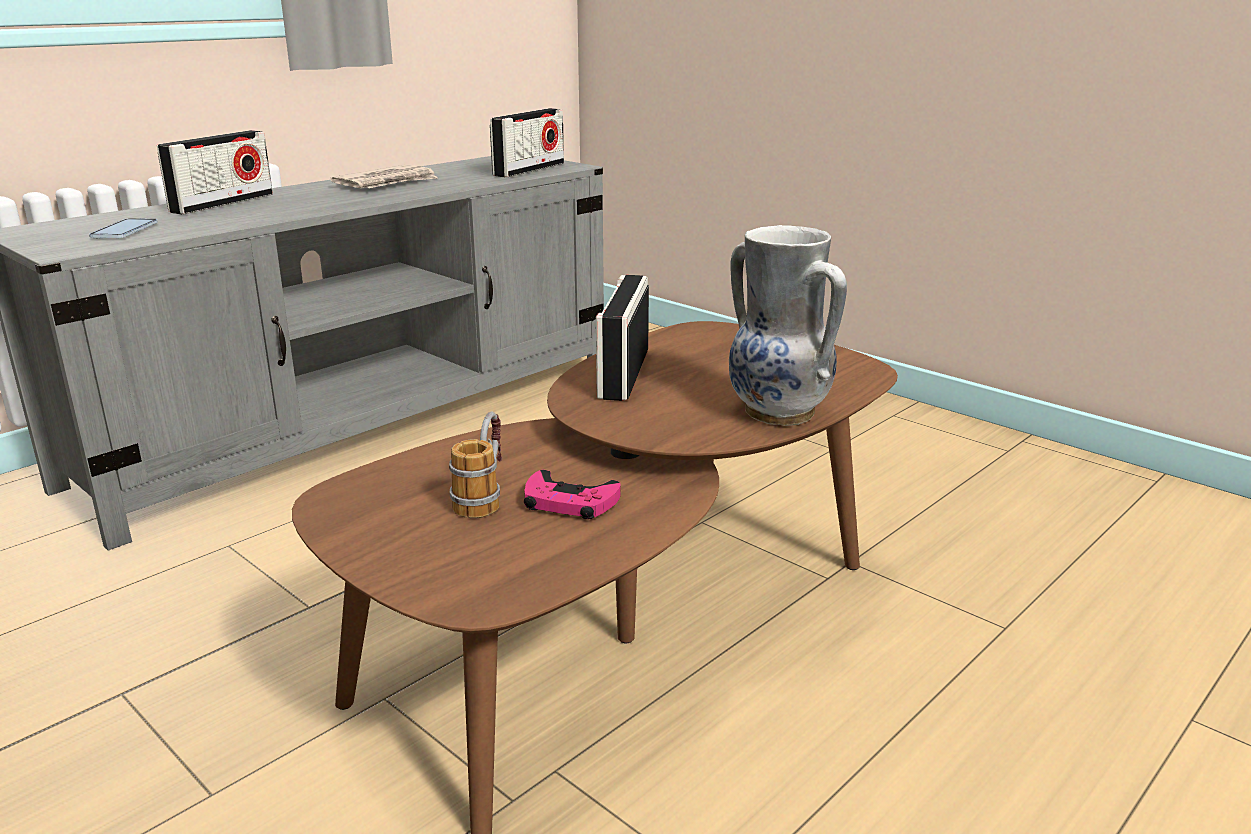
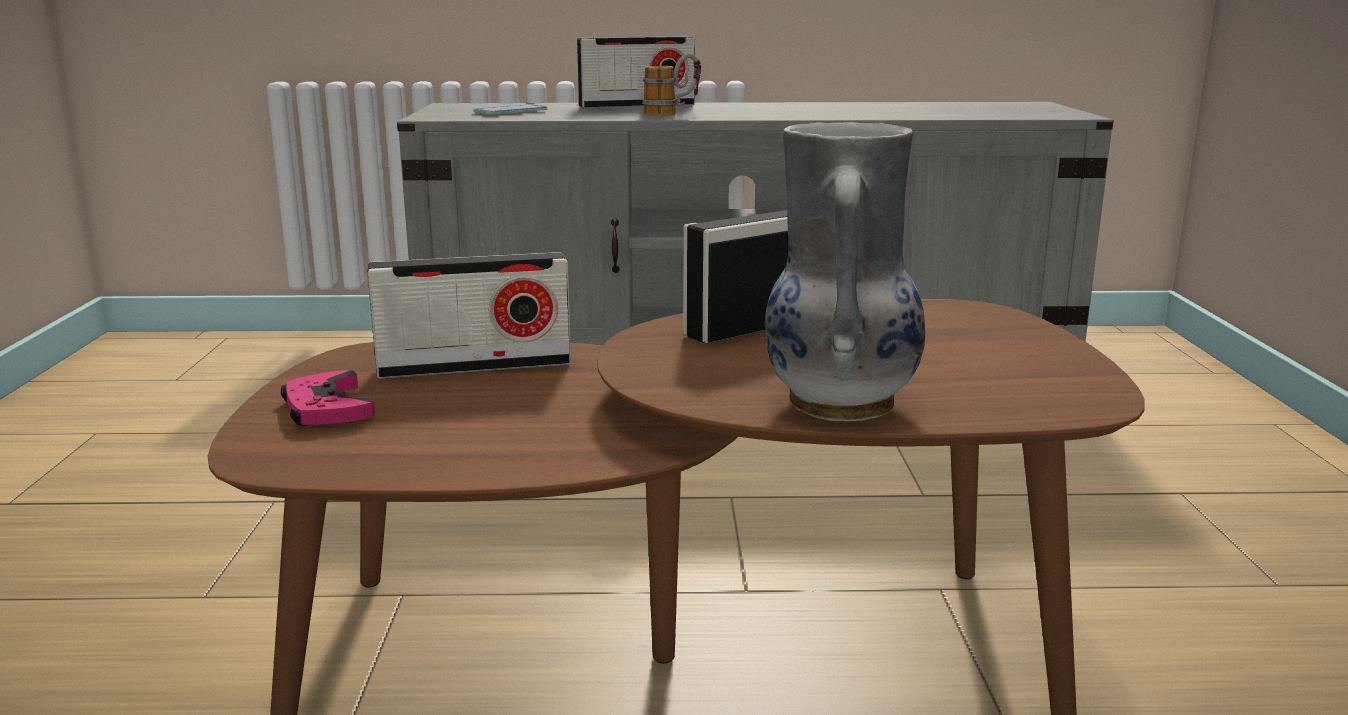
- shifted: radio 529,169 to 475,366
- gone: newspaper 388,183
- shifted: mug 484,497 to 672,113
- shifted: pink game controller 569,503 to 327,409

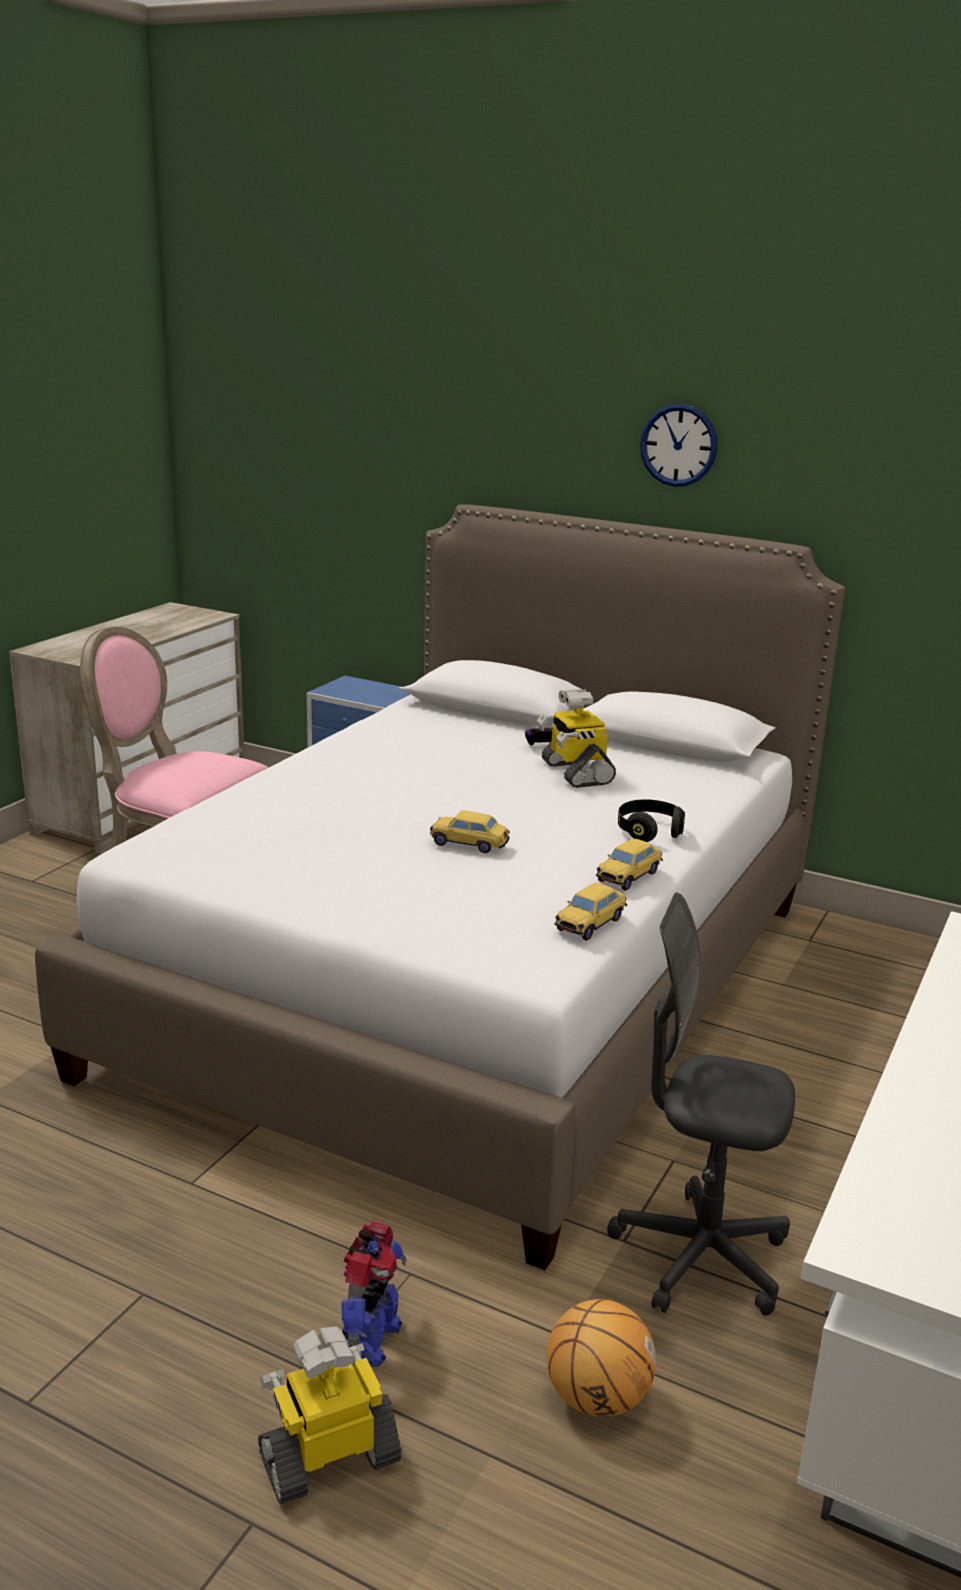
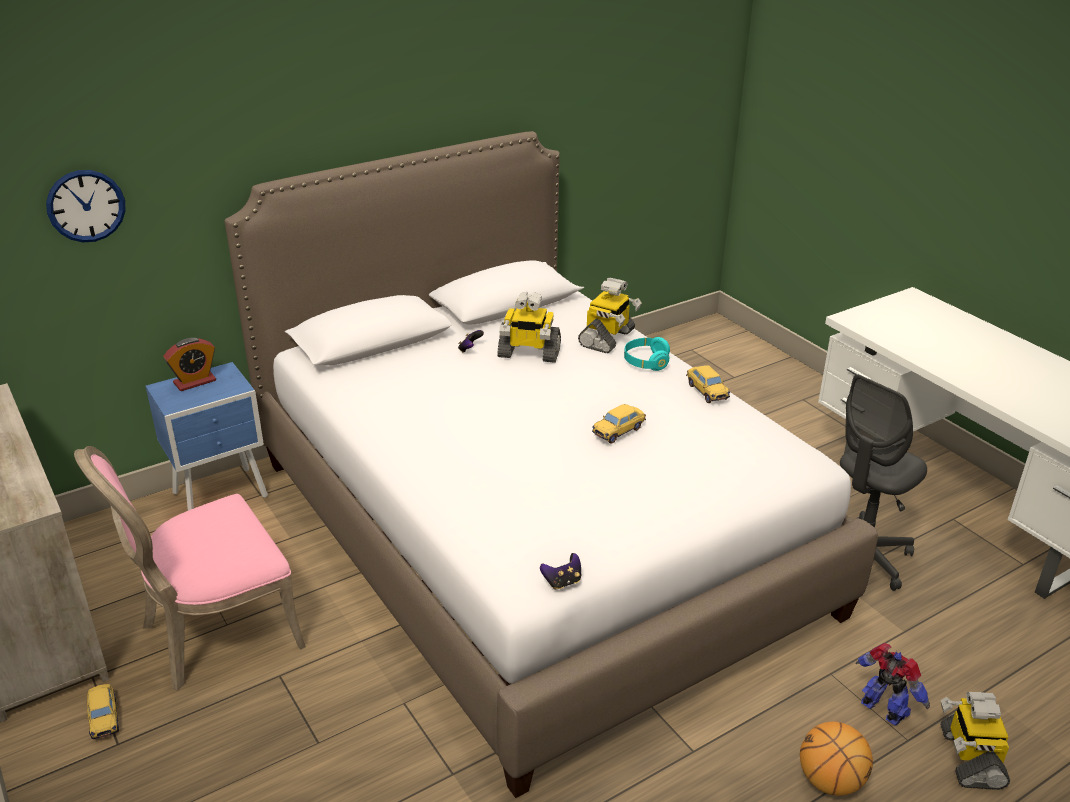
- shifted: wall clock 678,445 to 86,206
- repainted: black headphones 649,832 to turquoise headphones 646,362
- shifted: toy car 590,924 to 104,718
- shifted: basketball 596,1398 to 830,781
- new: toy robot 607,338
- new: alarm clock 195,382
- new: game controller 562,582

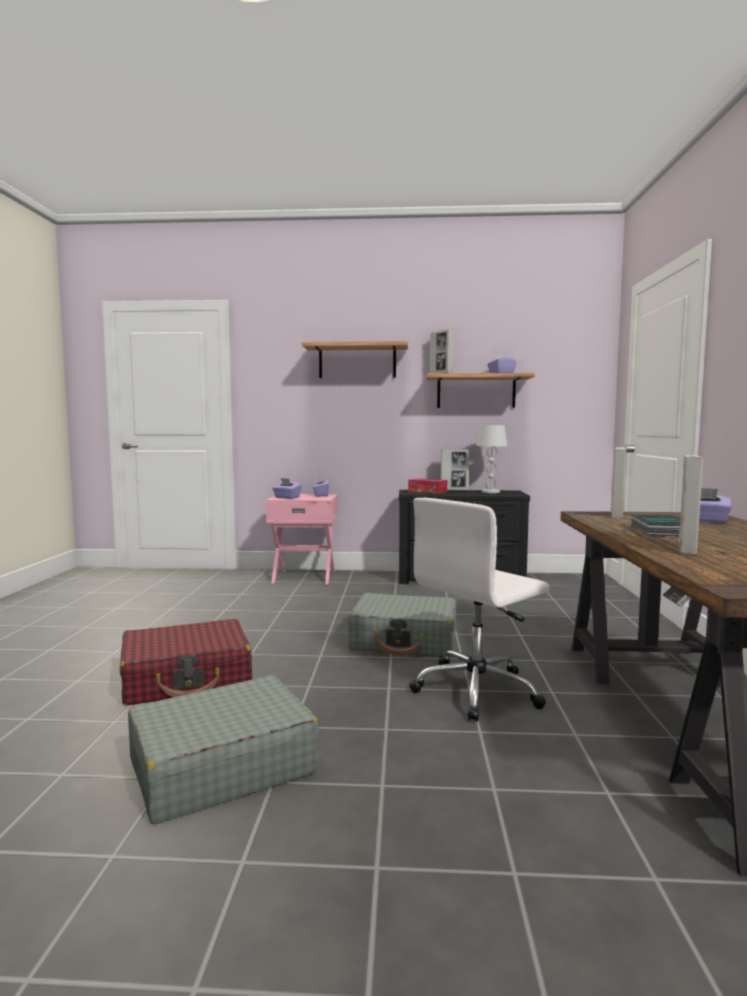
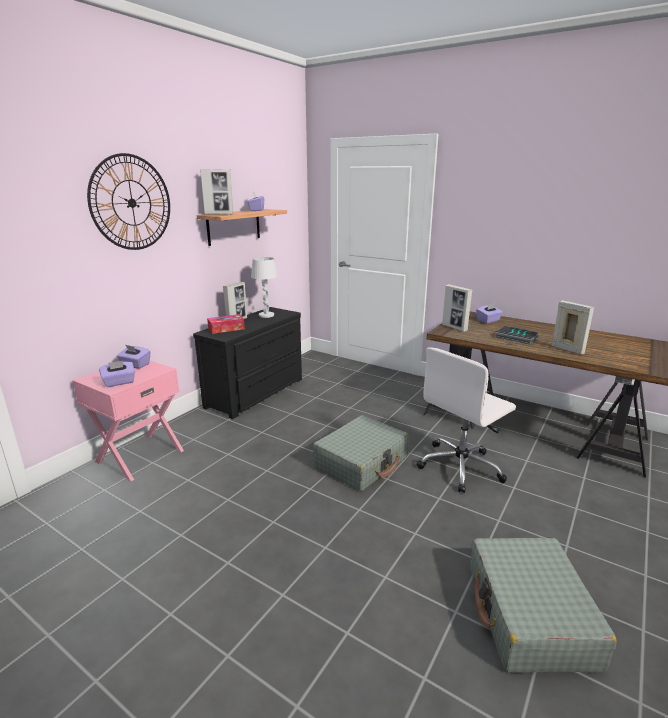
- swapped: shelf 357,362 to wall clock 131,203
- rotated: white office chair 478,690 = 461,467 60 degrees clockwise
- gone: red suitcase 187,679

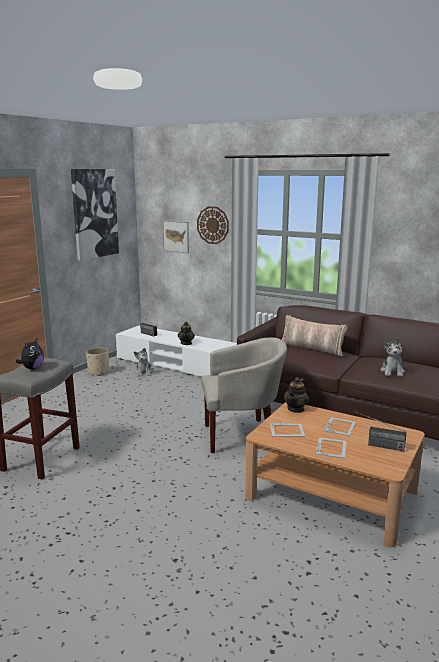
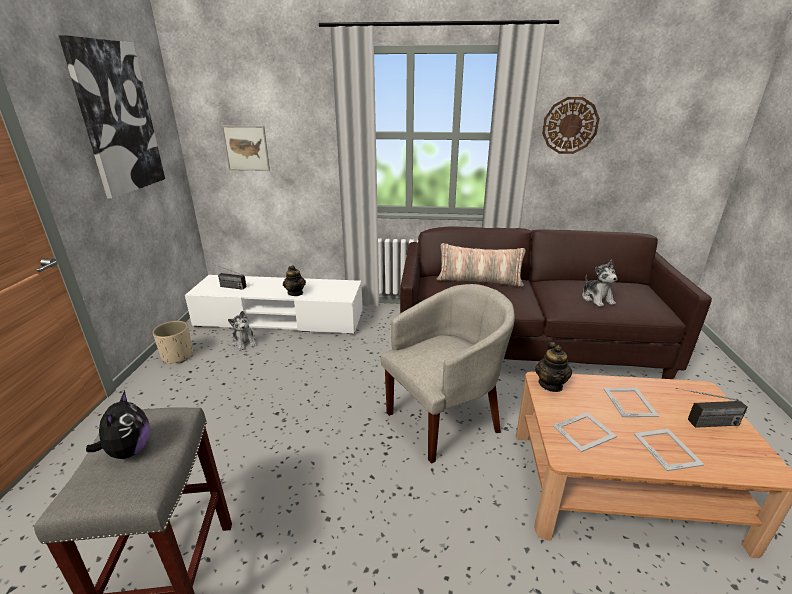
- shifted: wall clock 213,225 to 570,125

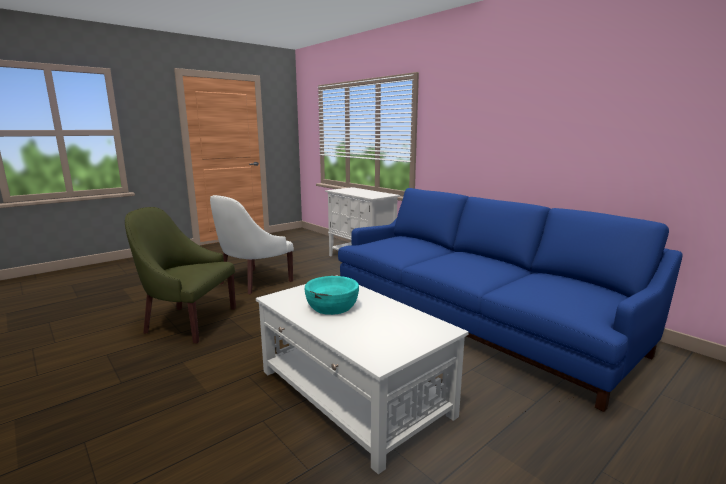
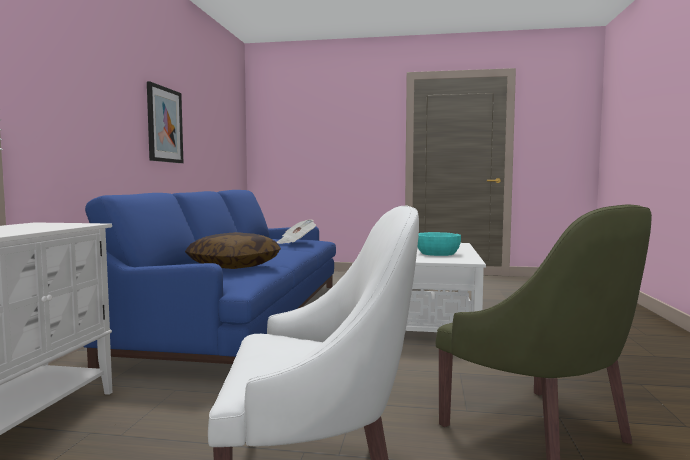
- new: picture 164,125
- new: newspaper 296,242
- new: pillow 234,266

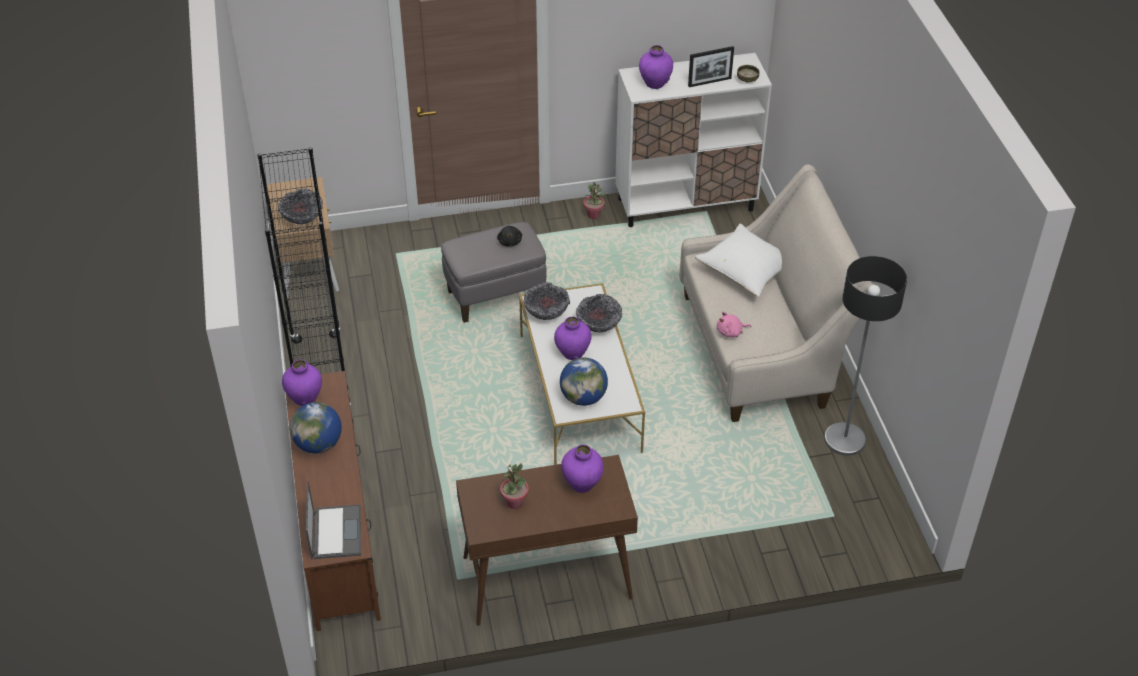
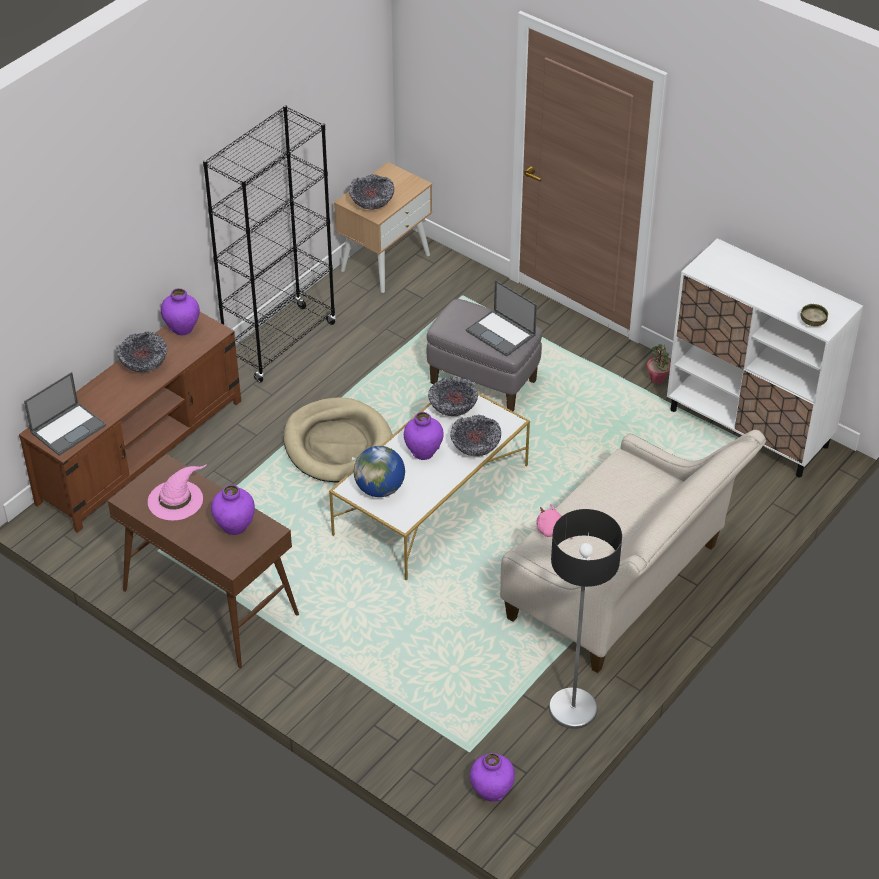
- shifted: purple vase 655,84 to 491,792
- gone: picture frame 709,82
- gone: white pillow 747,271
- swapped: black plush toy 510,241 to laptop 501,333
- swapped: globe 318,444 to bowl 144,365
- swapped: potted plant 514,502 to pink hat 176,499
- new: beige dog bed 338,444

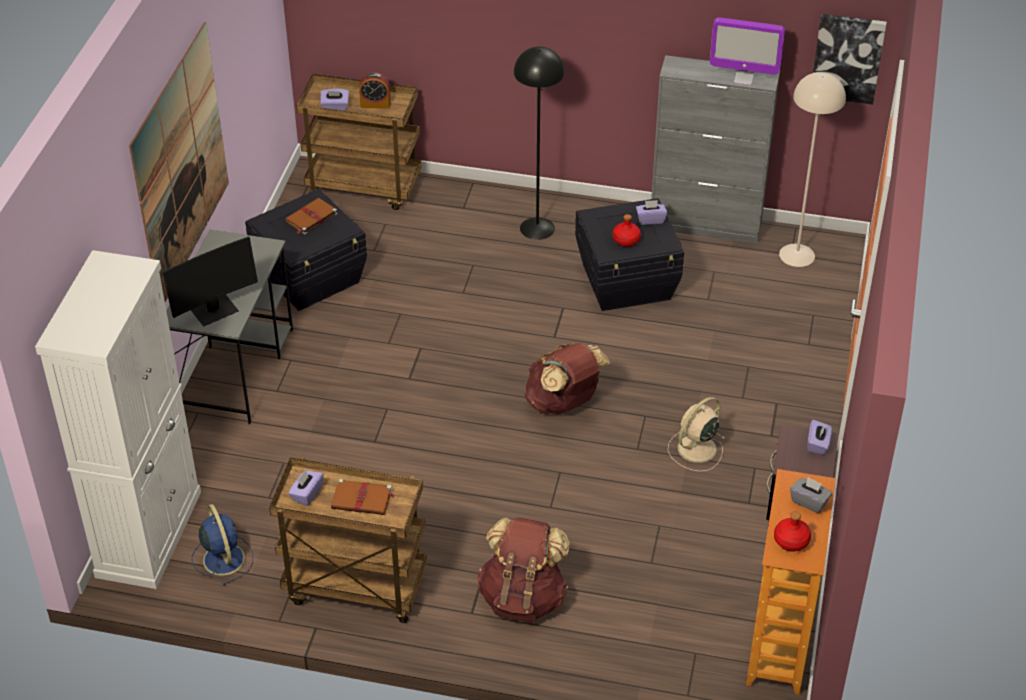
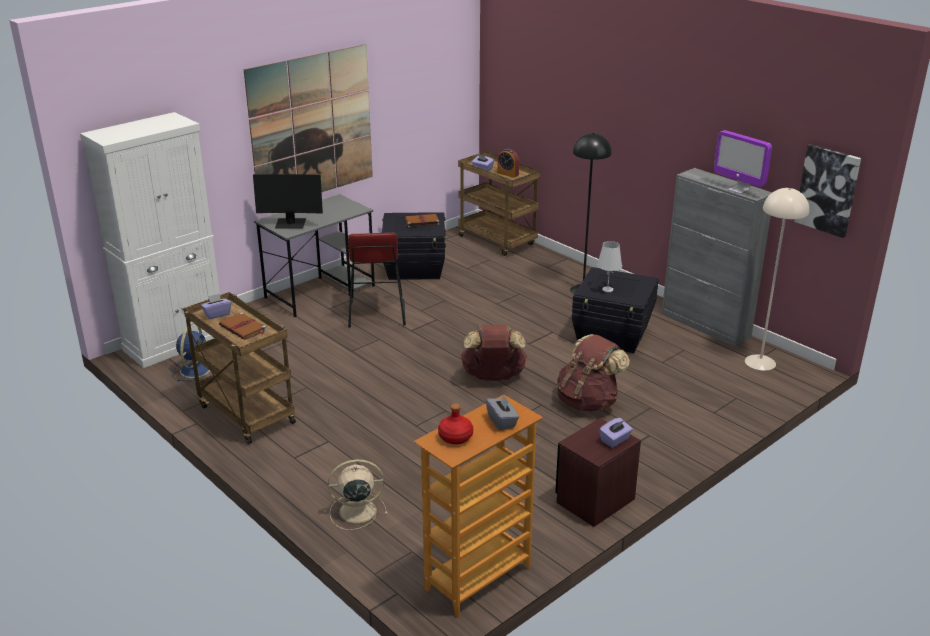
- gone: purple tissue box 650,219
- swapped: red bottle 626,240 to white table lamp 607,289
- shifted: beige fan 695,449 to 356,511
- shifted: brown backpack 523,597 to 588,402
- new: red stool 376,313

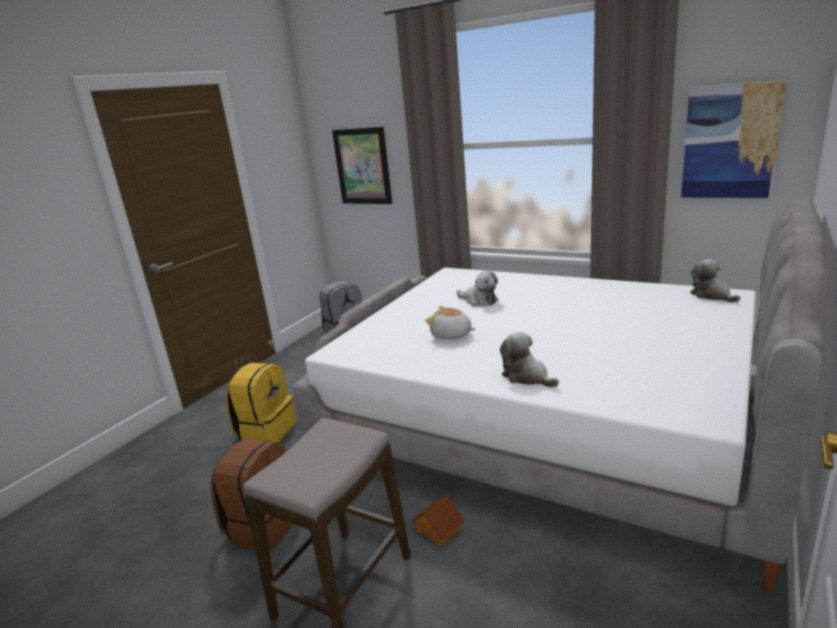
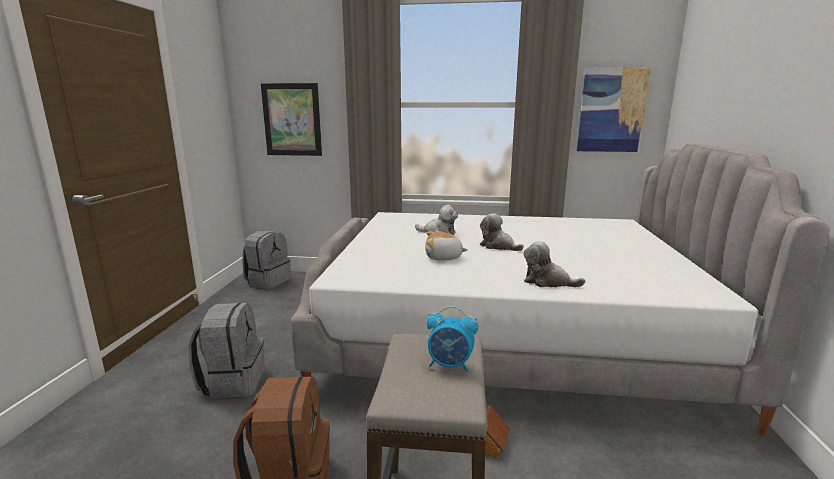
- shifted: plush toy 712,295 to 498,246
- repainted: yellow backpack 266,431 to grey backpack 233,381
- new: alarm clock 450,365

